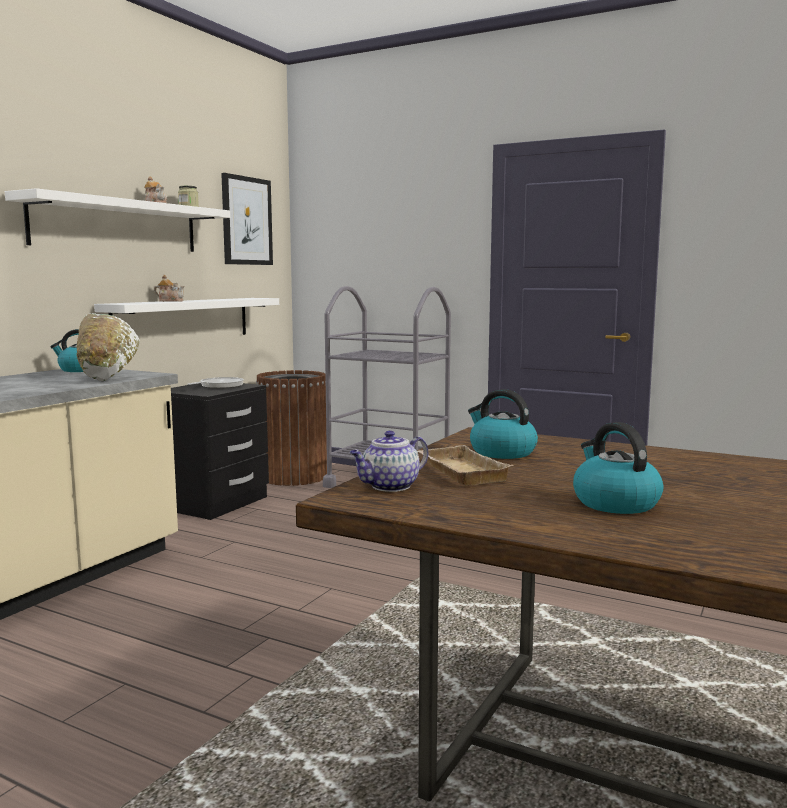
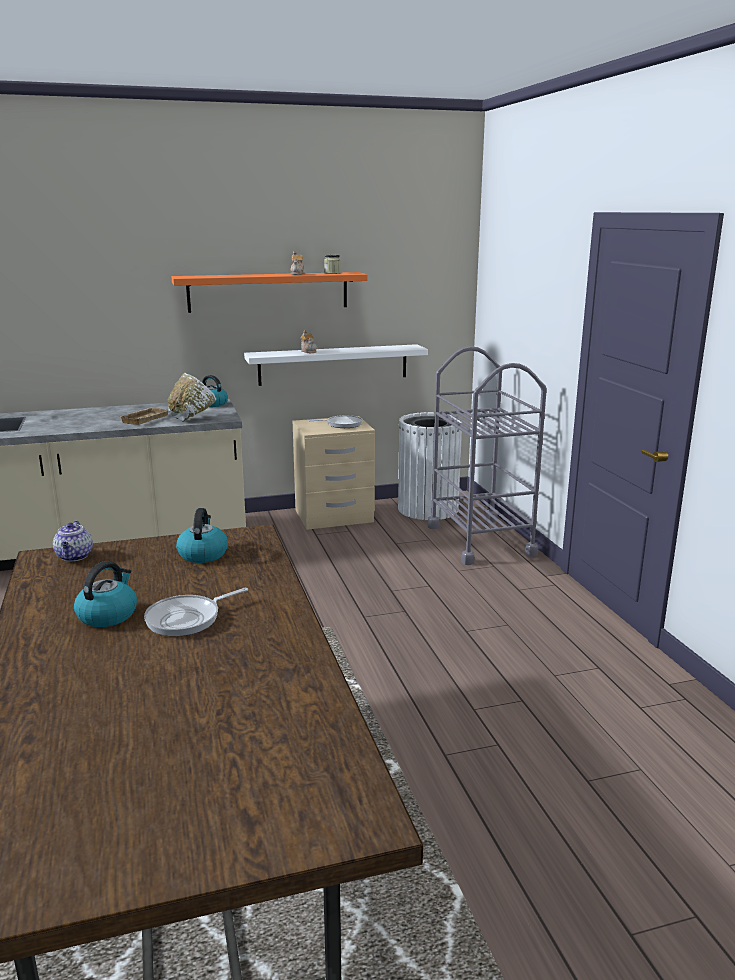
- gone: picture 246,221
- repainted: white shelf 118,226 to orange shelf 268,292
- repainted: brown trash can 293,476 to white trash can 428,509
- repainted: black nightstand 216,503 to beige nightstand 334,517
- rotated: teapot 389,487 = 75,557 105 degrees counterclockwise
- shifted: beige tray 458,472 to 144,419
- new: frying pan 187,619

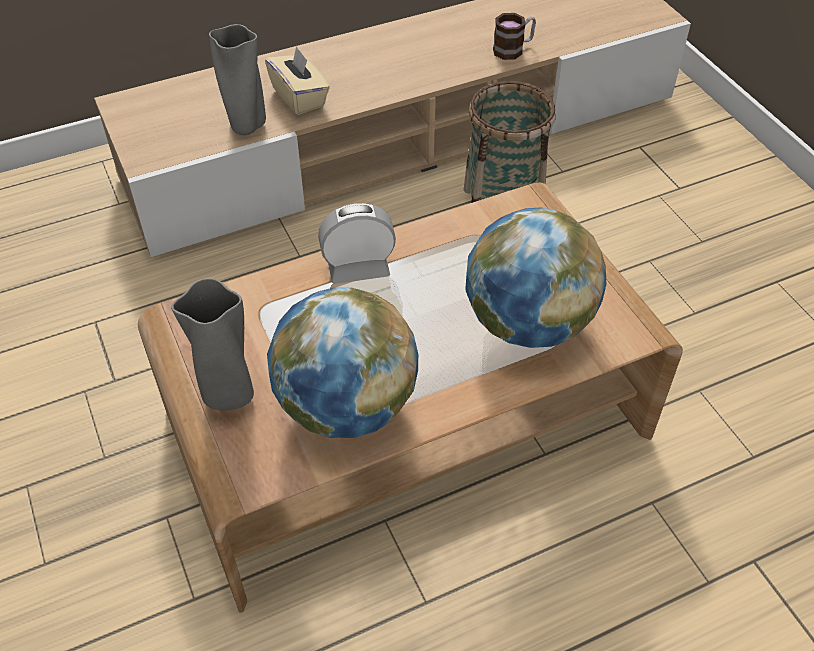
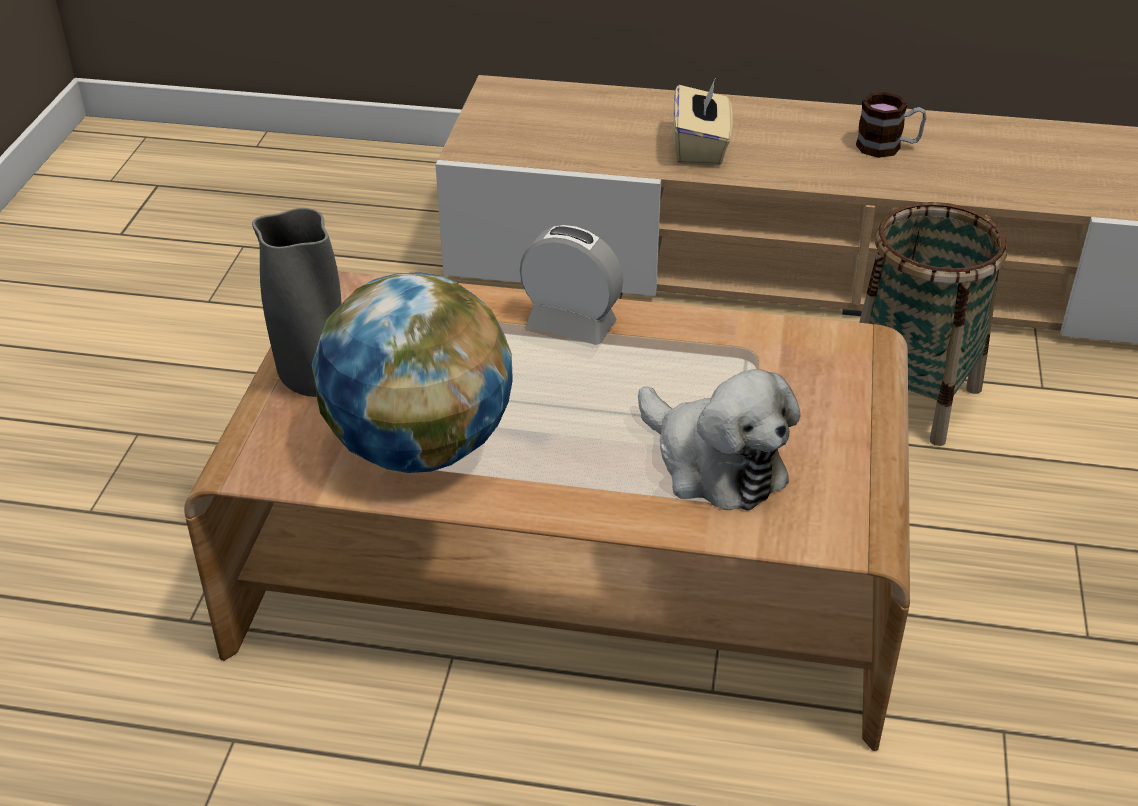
- shifted: mug 513,49 to 888,147
- gone: grey vase 246,127
- swapped: globe 527,323 to plush toy 714,464

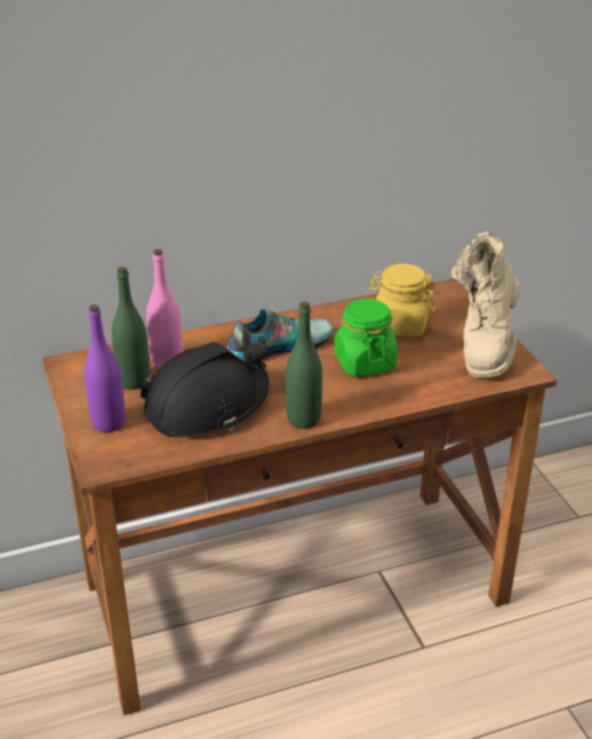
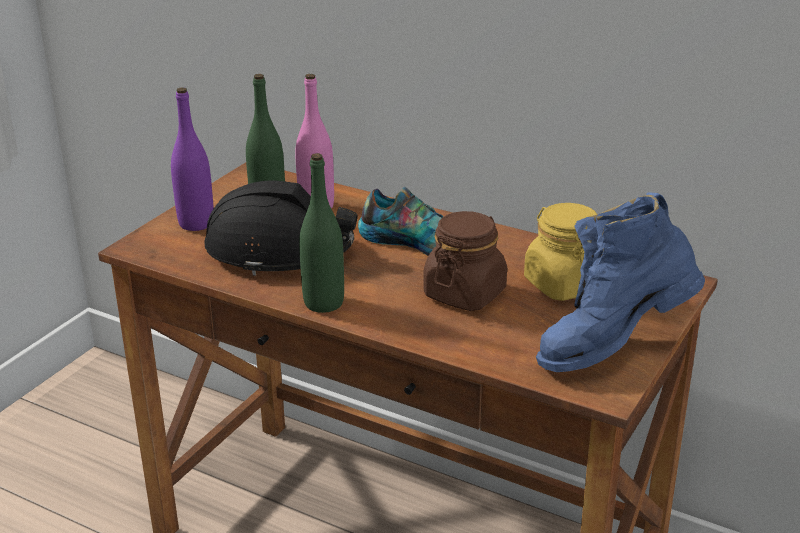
- repainted: beige boot 485,346 to blue boot 613,347
- repainted: green jar 364,362 to brown jar 465,293

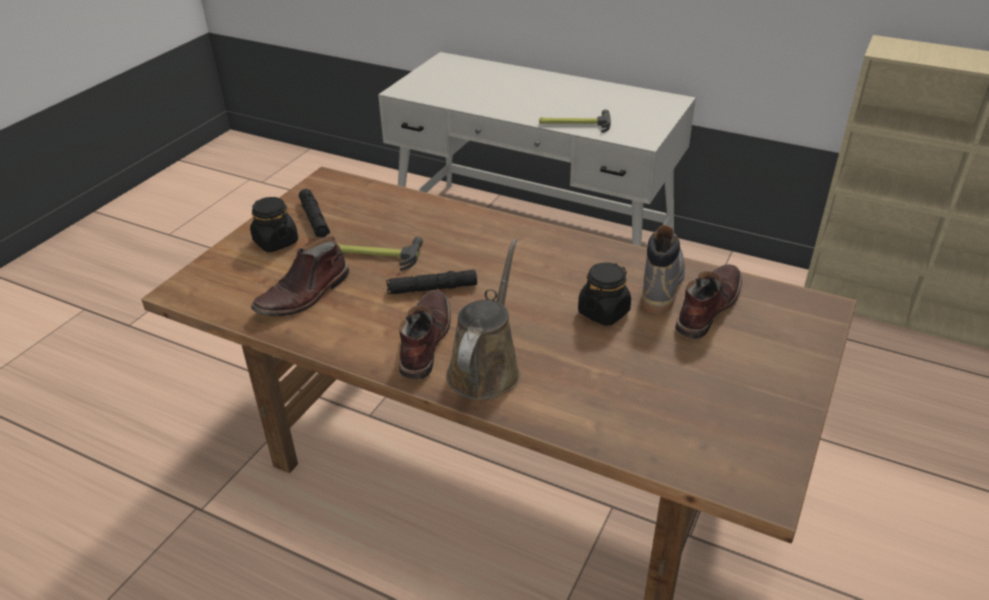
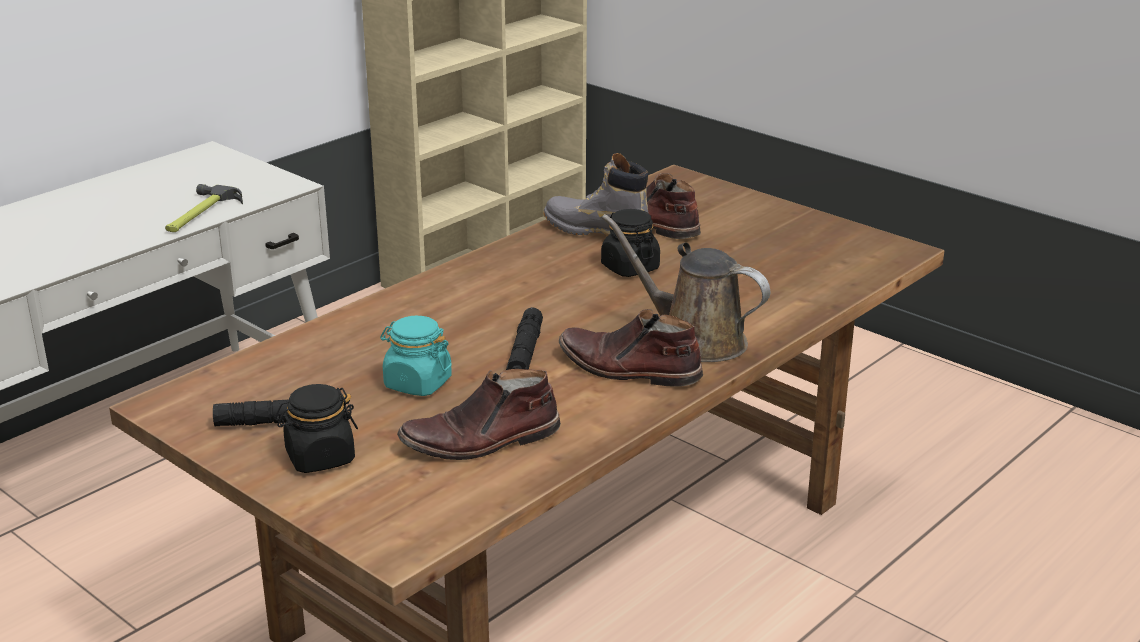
- rotated: brown boot 304,295 = 481,441 105 degrees clockwise
- swapped: hammer 374,254 to turquoise jar 417,383

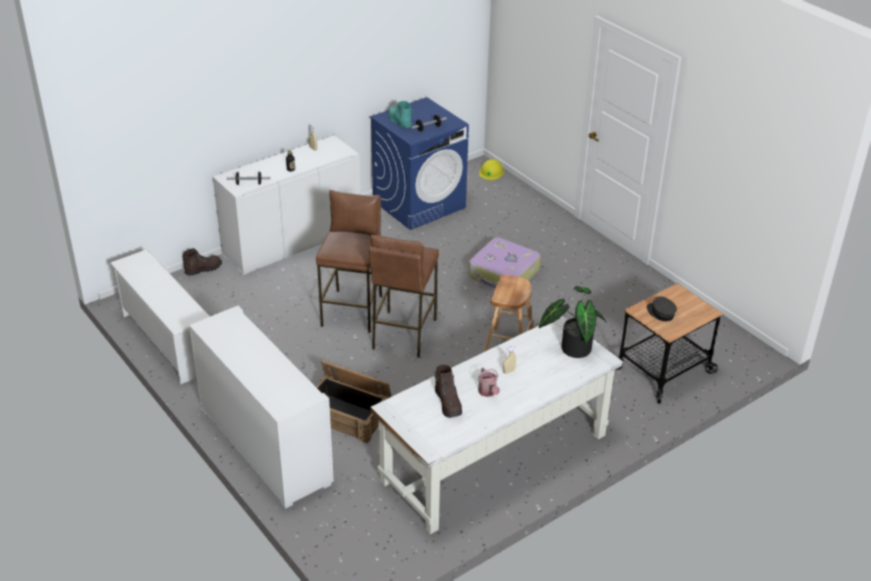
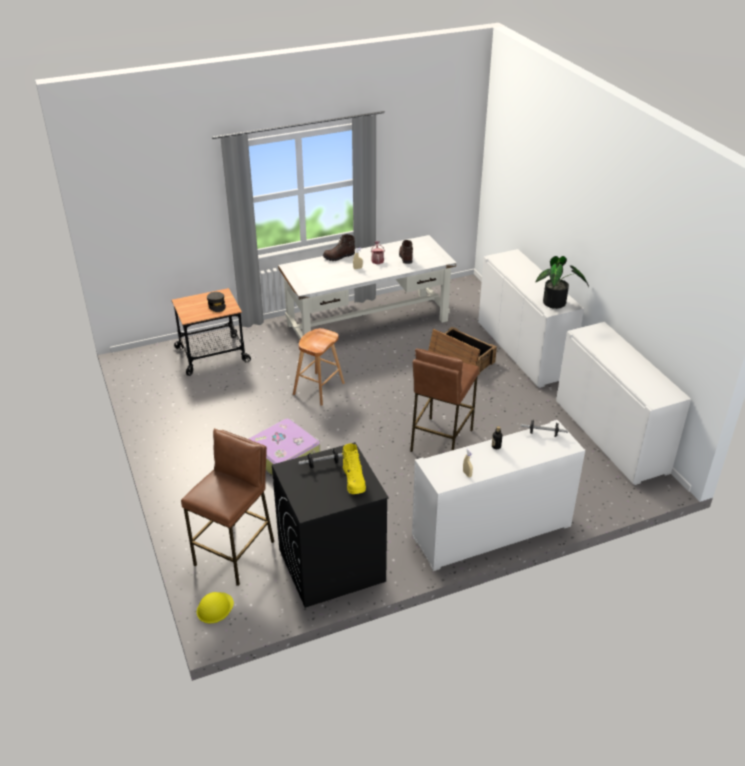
- repainted: blue washing machine 419,204 to black washing machine 331,565
- repainted: turquoise boot 399,121 to yellow boot 354,480
- shifted: brown stool 403,334 to 235,553
- shifted: brown boot 203,269 to 339,257
- swapped: white shoe rack 167,342 to white cabinet 610,436
- shifted: potted plant 572,347 to 557,304

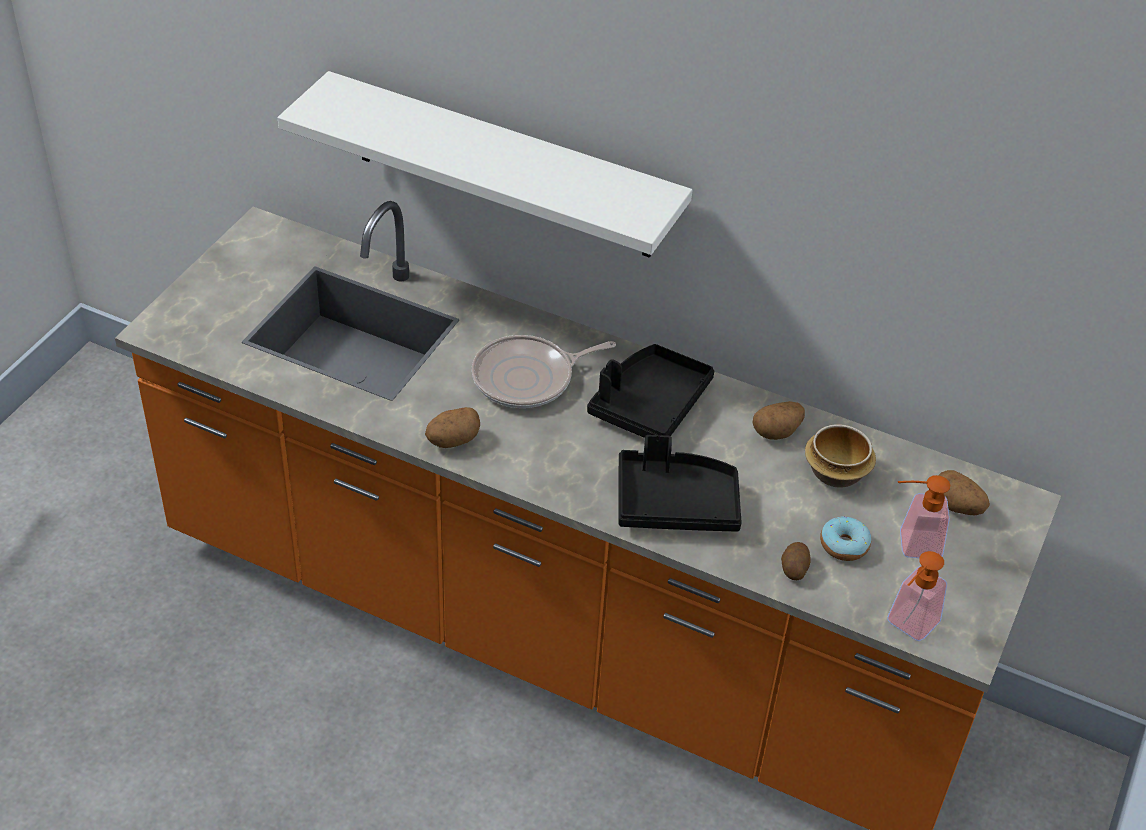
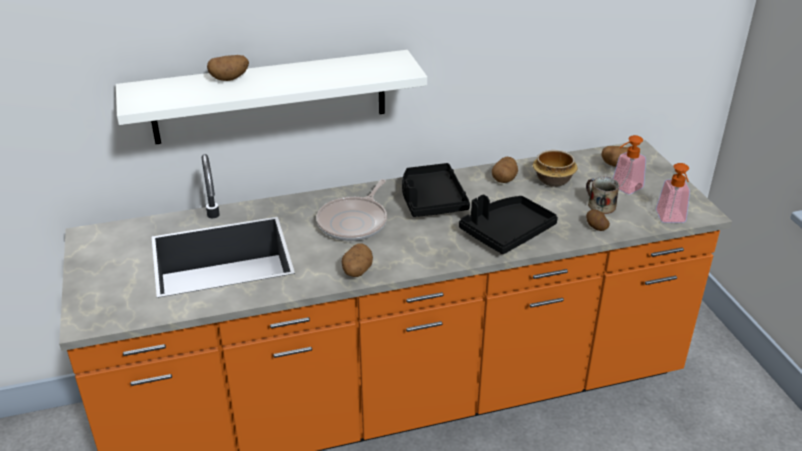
- swapped: donut 844,545 to mug 600,205
- new: potato 229,78

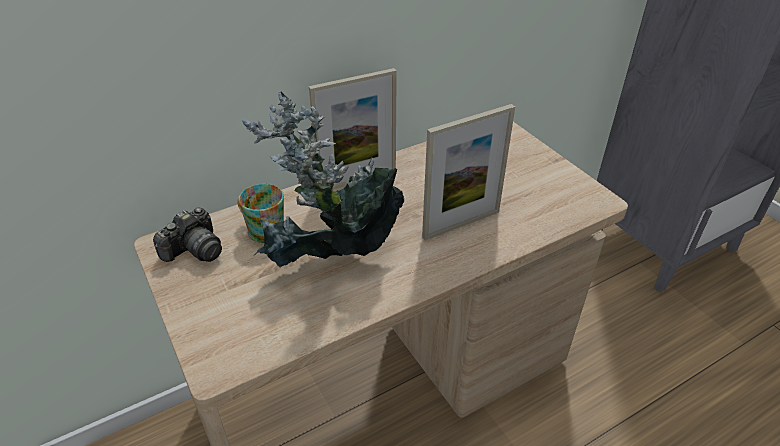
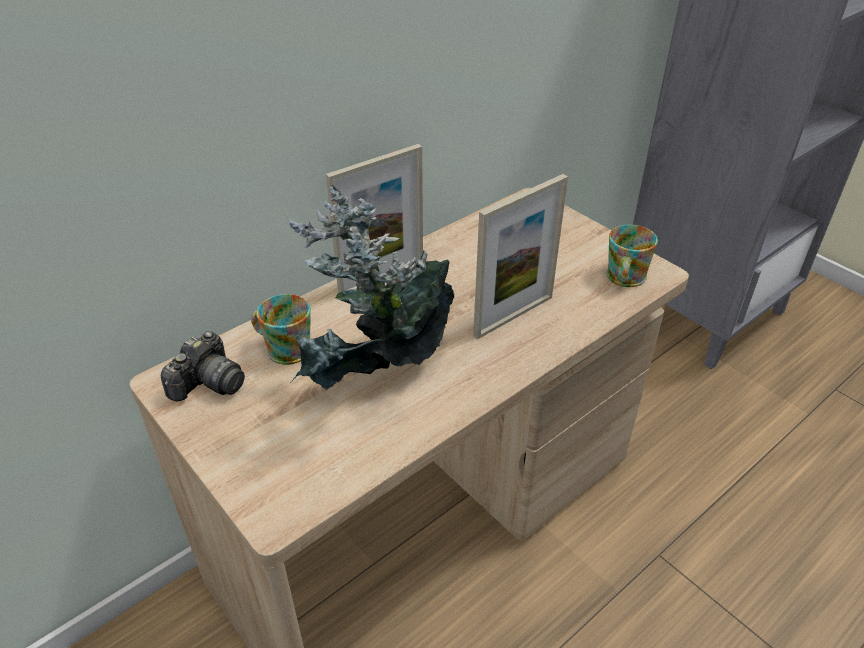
- new: mug 624,279

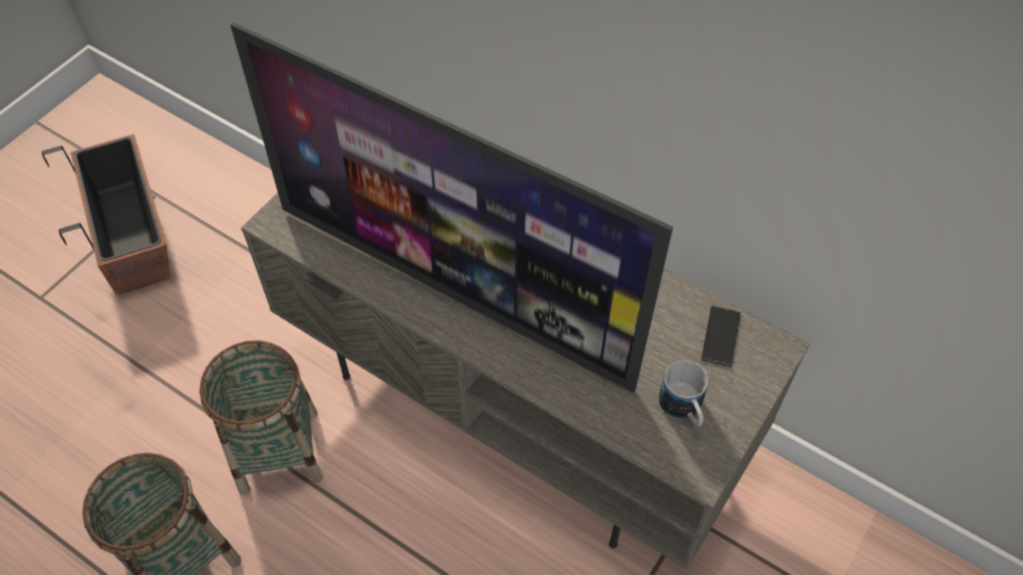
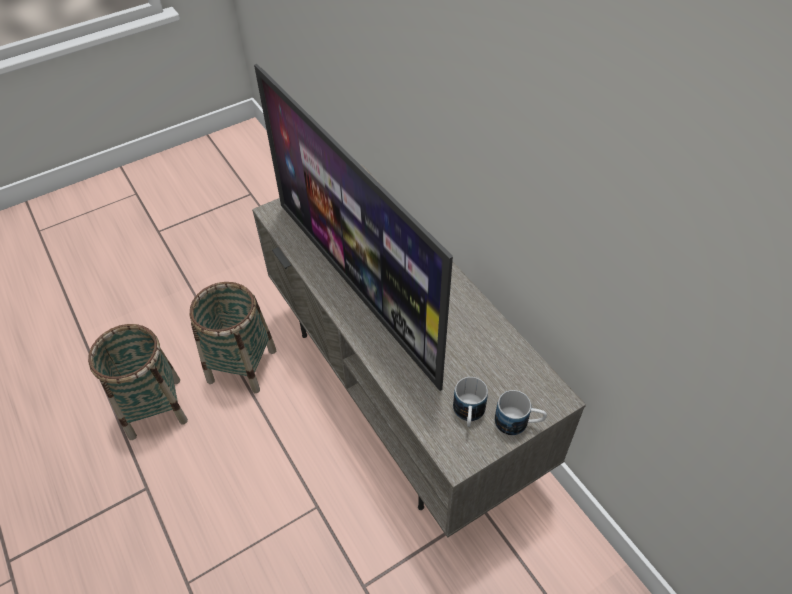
- gone: planter 132,235
- gone: phone 721,336
- new: mug 518,423

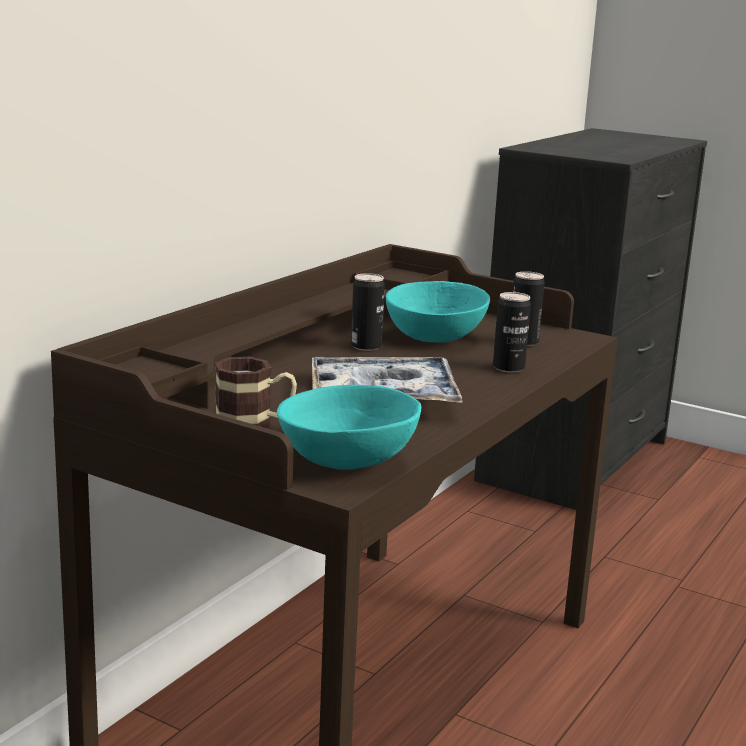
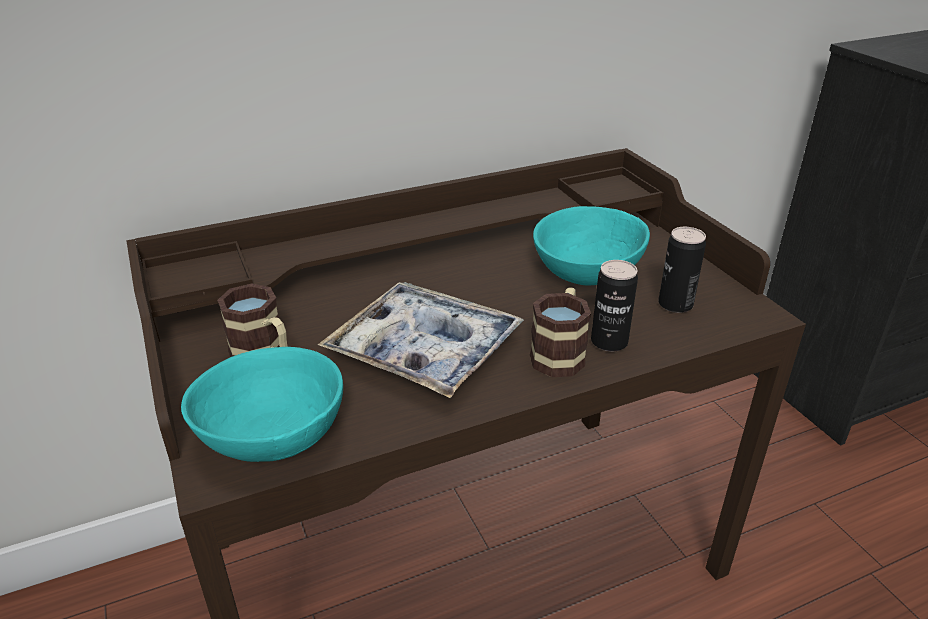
- gone: can 366,346
- new: mug 559,352

